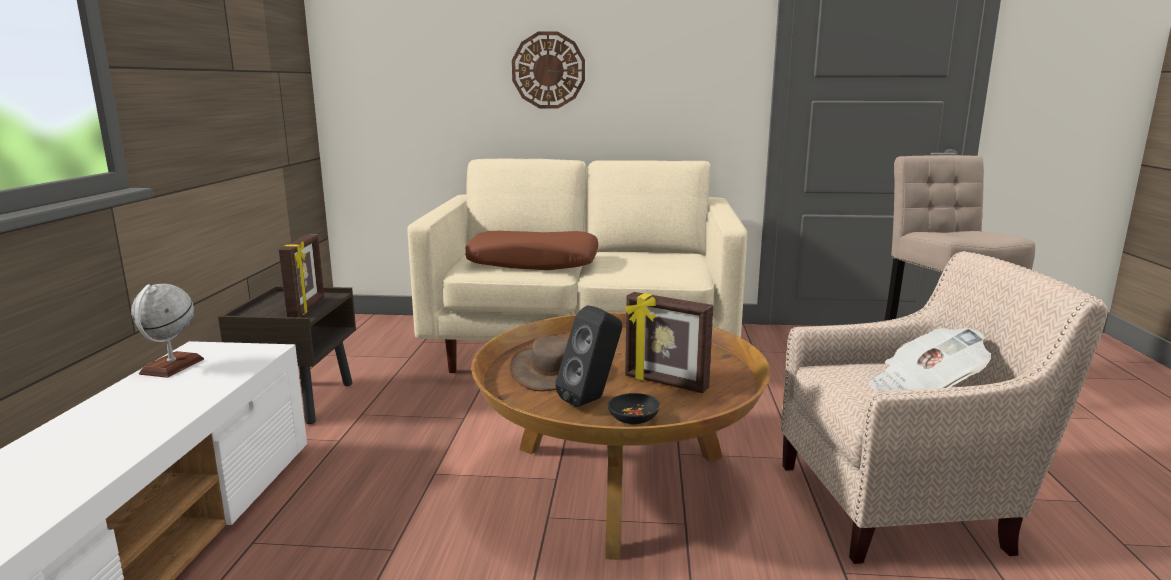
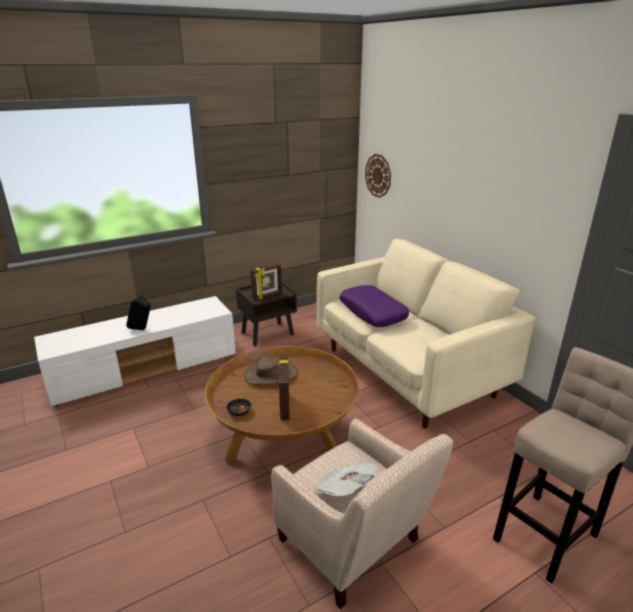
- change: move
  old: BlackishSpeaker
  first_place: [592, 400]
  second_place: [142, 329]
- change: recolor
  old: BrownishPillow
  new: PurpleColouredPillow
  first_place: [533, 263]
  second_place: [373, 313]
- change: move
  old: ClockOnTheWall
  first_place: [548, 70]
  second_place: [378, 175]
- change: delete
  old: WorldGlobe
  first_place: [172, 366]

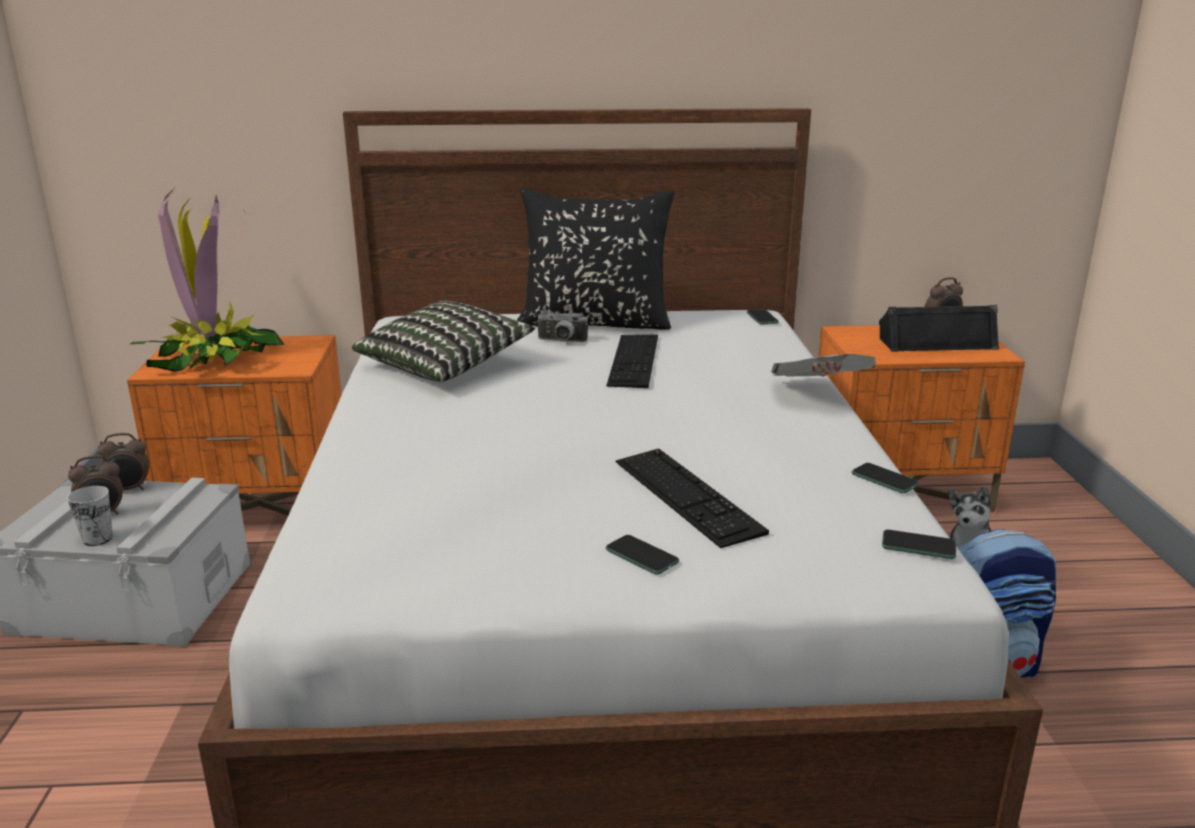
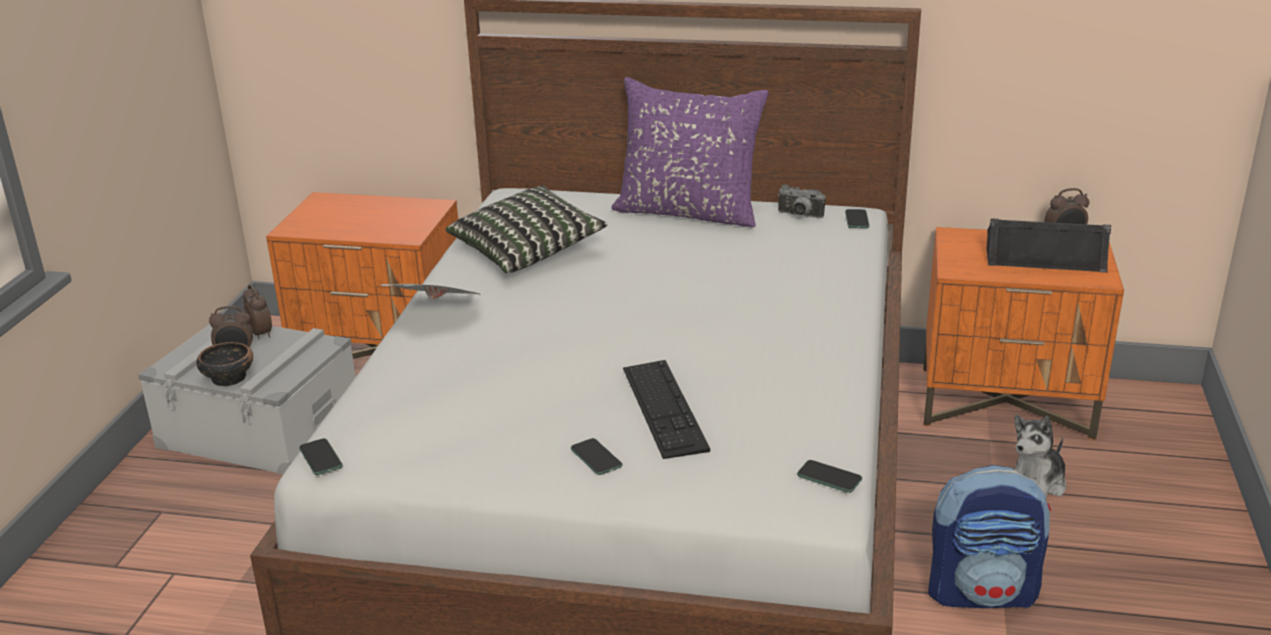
- change: replace
  old: SmallCup
  new: DeepDish
  first_place: [98, 539]
  second_place: [228, 378]
- change: rotate
  old: AlarmClock
  first_place: [129, 489]
  second_place: [261, 334]
  degrees: -120
- change: move
  old: Phone
  first_place: [884, 479]
  second_place: [320, 458]
- change: move
  old: Newspaper
  first_place: [819, 394]
  second_place: [438, 313]
- change: recolor
  old: BlackishPillow
  new: PurpleColouredPillow
  first_place: [595, 322]
  second_place: [688, 212]
- change: move
  old: StillCamera
  first_place: [561, 341]
  second_place: [799, 216]
- change: delete
  old: PottedPlant
  first_place: [214, 358]
- change: delete
  old: PcKeyboard
  first_place: [633, 360]

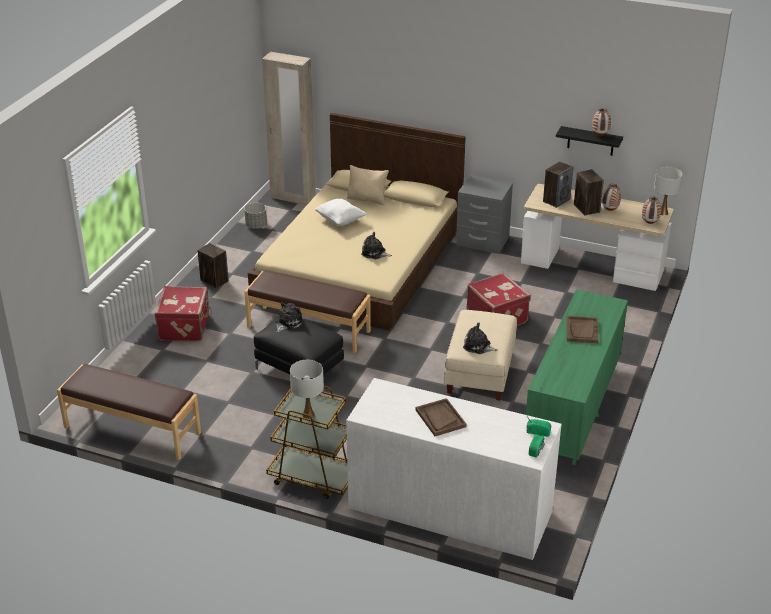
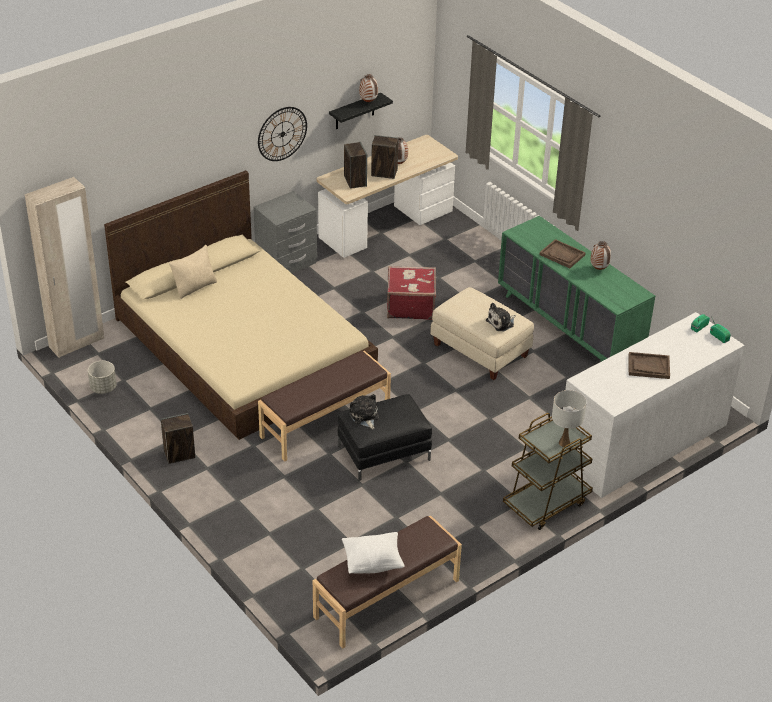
- change: insert
  new: ClockOnTheWall
  second_place: [282, 134]
- change: move
  old: WhitishPillow
  first_place: [340, 220]
  second_place: [373, 562]
- change: move
  old: FlowerVase
  first_place: [649, 223]
  second_place: [598, 269]
- change: delete
  old: ReddishTravelCase
  first_place: [185, 327]
- change: delete
  old: PlushToy
  first_place: [374, 253]
- change: delete
  old: WhitishTabletopLamp
  first_place: [663, 213]

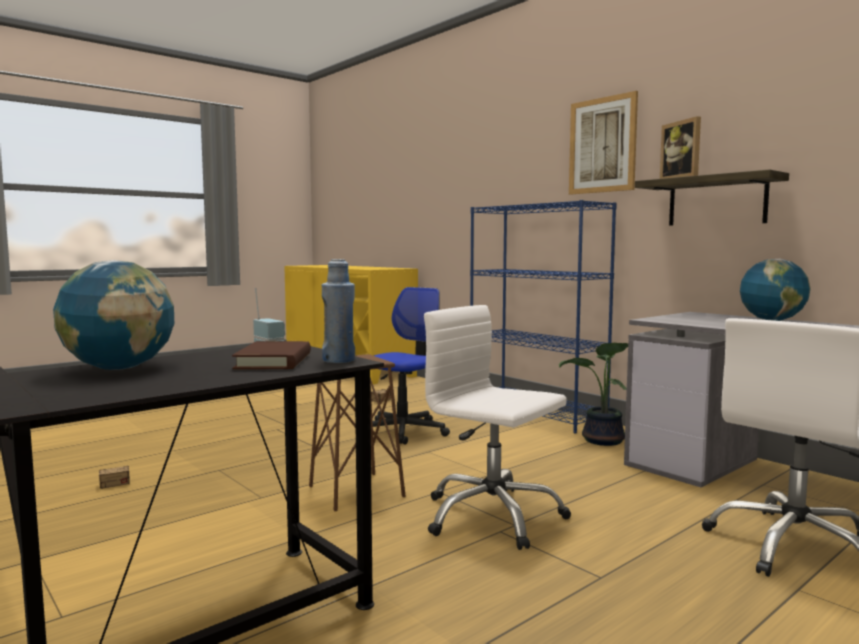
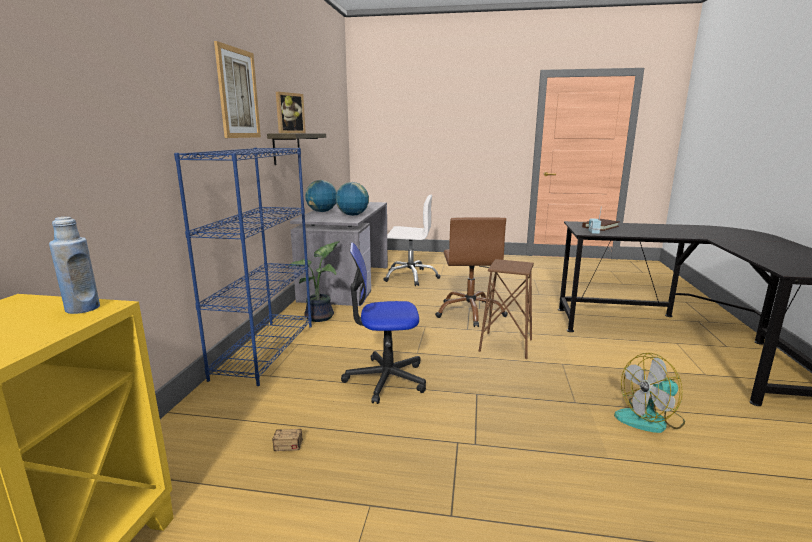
- change: move
  old: BlueColouredBeverageBottle
  first_place: [339, 360]
  second_place: [82, 308]
- change: move
  old: WorldGlobe
  first_place: [119, 368]
  second_place: [352, 215]
- change: recolor
  old: WhitishComputerChair
  new: BrownishComputerChair
  first_place: [492, 516]
  second_place: [470, 312]
- change: replace
  old: StorageContainer
  new: Fan
  first_place: [134, 481]
  second_place: [650, 419]

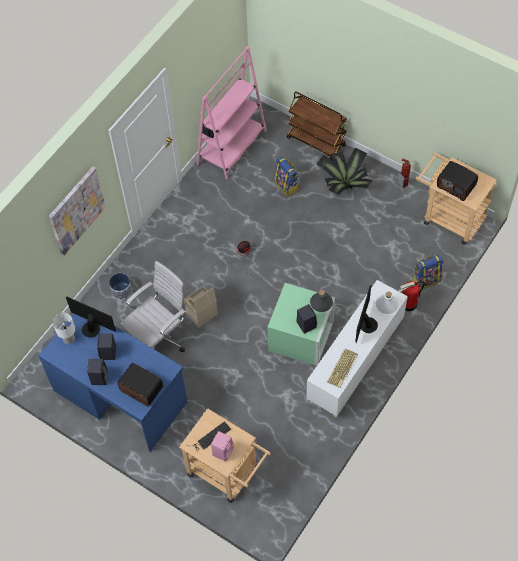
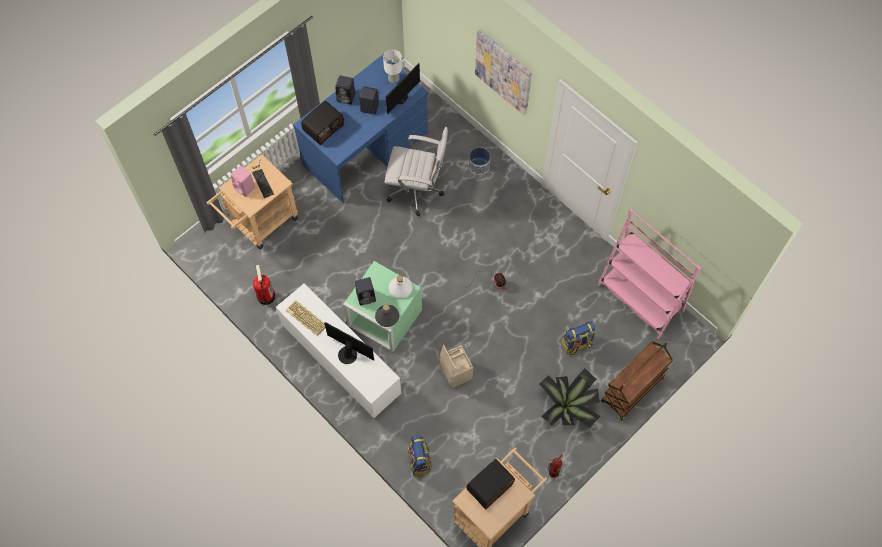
- change: move
  old: Extinguisher
  first_place: [408, 303]
  second_place: [265, 296]
- change: rotate
  old: WhitishComputerChair
  first_place: [160, 338]
  second_place: [417, 191]
  degrees: -45
- change: move
  old: WhitishBeverageBottle
  first_place: [387, 304]
  second_place: [400, 288]
- change: move
  old: SandColouredStorageContainer
  first_place: [201, 314]
  second_place: [455, 372]

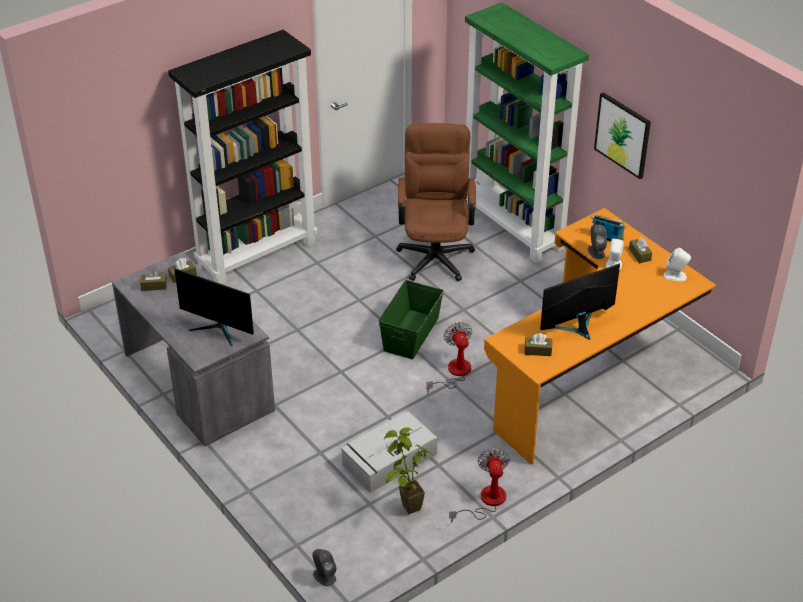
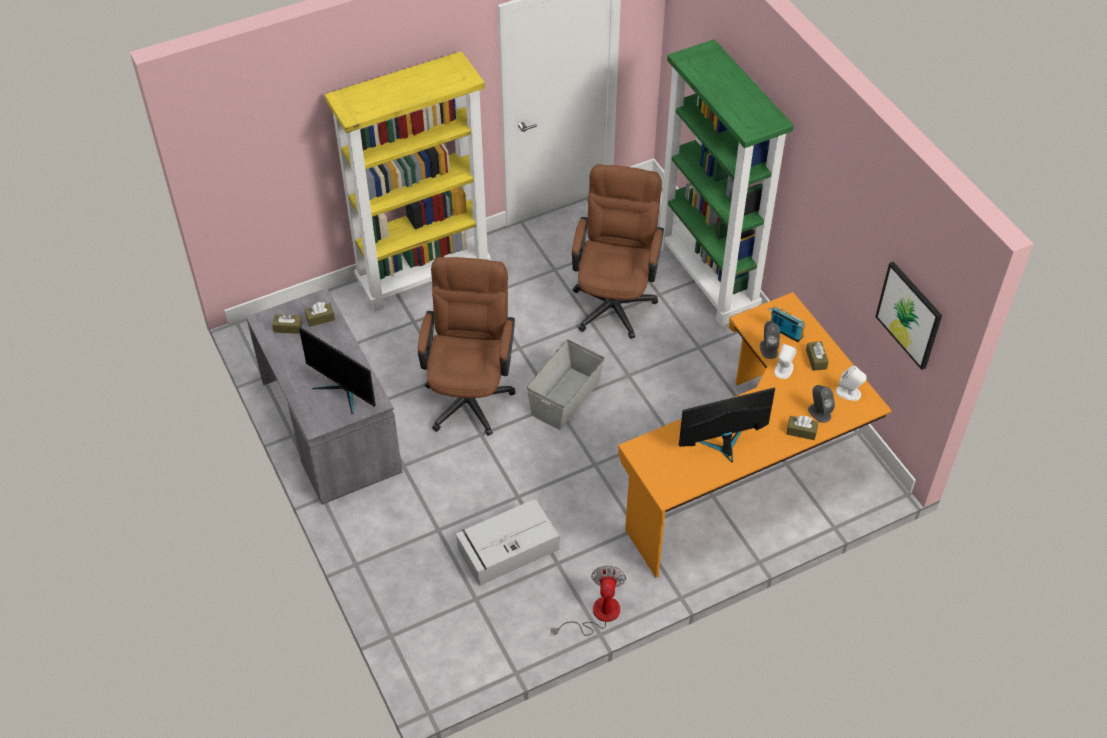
- change: recolor
  old: BlackishBookcase
  new: YellowColouredBookcase
  first_place: [257, 254]
  second_place: [424, 276]
- change: insert
  new: BrownishComputerChair
  second_place: [470, 392]
- change: recolor
  old: GreenColouredStorageContainer
  new: GreyStorageContainer
  first_place: [410, 334]
  second_place: [564, 398]
- change: move
  old: BrownishBoxOfTissues
  first_place: [538, 350]
  second_place: [801, 431]
- change: move
  old: GreySpeaker
  first_place: [324, 576]
  second_place: [819, 412]
- change: move
  old: WallArt
  first_place: [623, 135]
  second_place: [909, 315]
- change: delete
  old: PottedPlant
  first_place: [404, 508]
- change: delete
  old: Fan
  first_place: [454, 373]

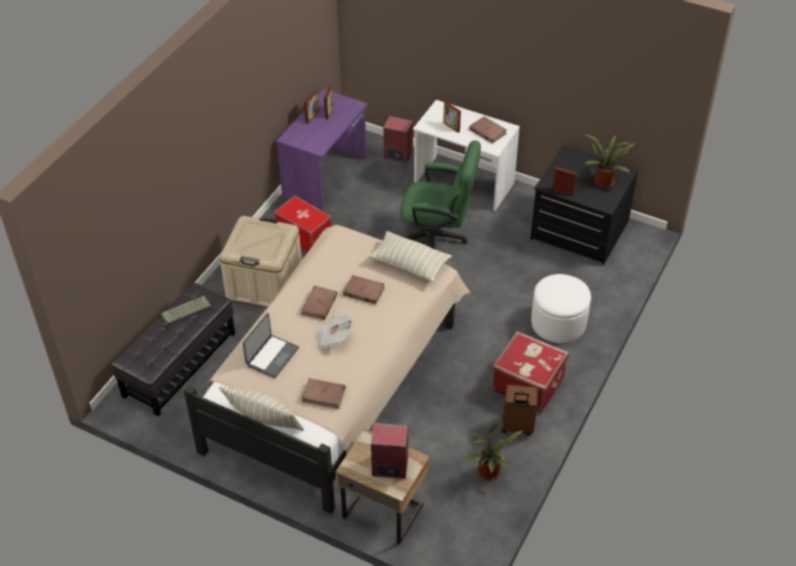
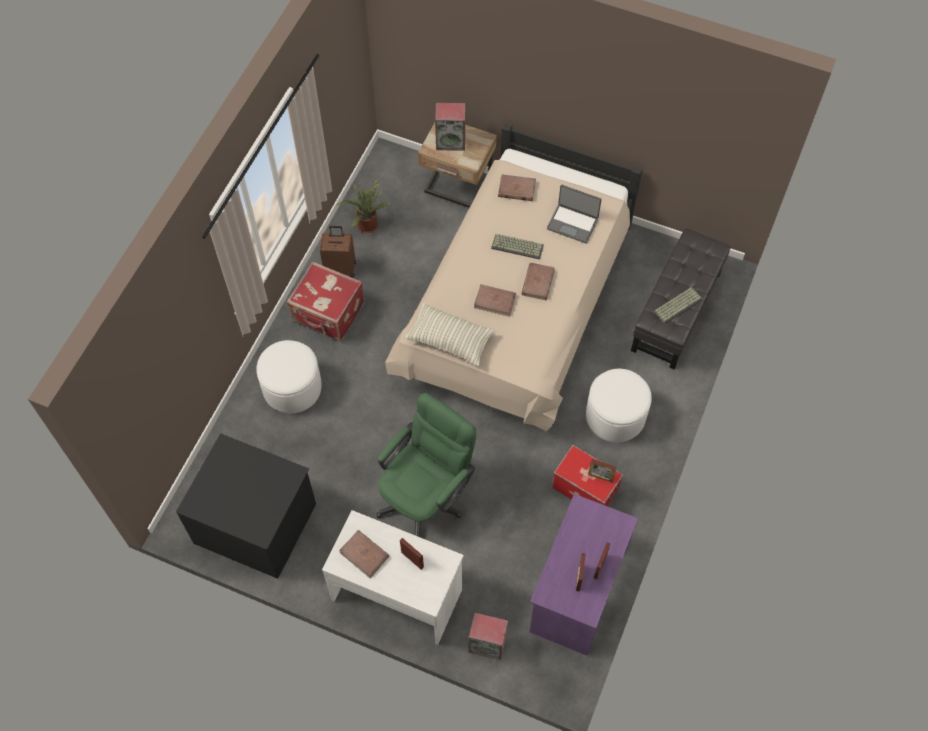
- change: rotate
  old: GreenColouredComputerChair
  first_place: [437, 238]
  second_place: [426, 496]
  degrees: 120
- change: replace
  old: Newspaper
  new: PcKeyboard
  first_place: [332, 338]
  second_place: [518, 246]
- change: rotate
  old: PortableComputer
  first_place: [271, 356]
  second_place: [572, 223]
  degrees: -90
- change: replace
  old: SandColouredStorageContainer
  new: WhitishPouffe
  first_place: [264, 284]
  second_place: [615, 416]
- change: move
  old: StandingFrame
  first_place: [563, 191]
  second_place: [600, 477]
- change: delete
  old: Pillow
  first_place: [263, 421]
- change: delete
  old: PottedPlant
  first_place: [605, 180]

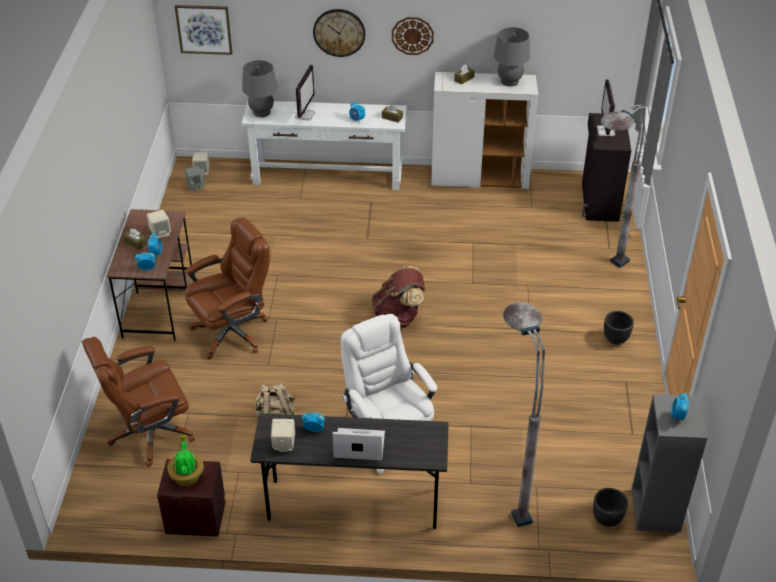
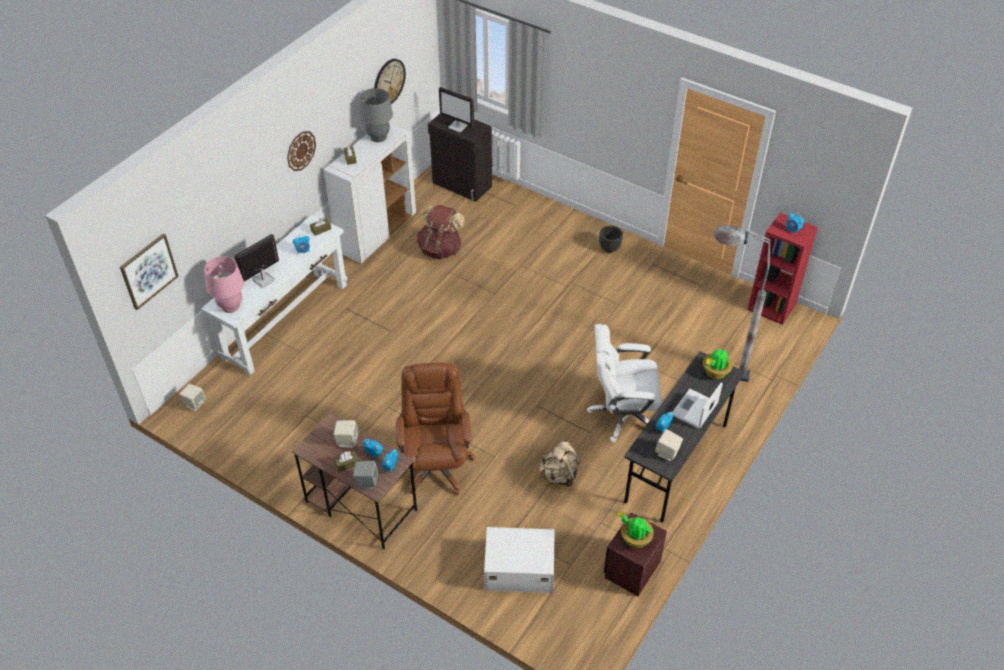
- change: recolor
  old: GreyTabletopLamp
  new: PinkColouredTabletopLamp
  first_place: [261, 112]
  second_place: [230, 306]
- change: rotate
  old: ComputerDisplay
  first_place: [304, 115]
  second_place: [263, 280]
  degrees: -90
- change: move
  old: GreySpeaker
  first_place: [196, 186]
  second_place: [366, 481]
- change: move
  old: ClockOnTheWall
  first_place: [339, 32]
  second_place: [388, 82]
- change: move
  old: BrownishRucksack
  first_place: [399, 317]
  second_place: [440, 249]
- change: replace
  old: BrownishComputerChair
  new: WhitishStorageContainer
  first_place: [149, 433]
  second_place: [518, 568]
- change: insert
  new: PottedPlant
  second_place: [715, 373]
- change: recolor
  old: GreyBookcase
  new: ReddishBookcase
  first_place: [656, 510]
  second_place: [772, 307]
- change: delete
  old: BlackishPlanter
  first_place: [607, 520]
- change: delete
  old: GreyFloorLamp
  first_place: [599, 274]

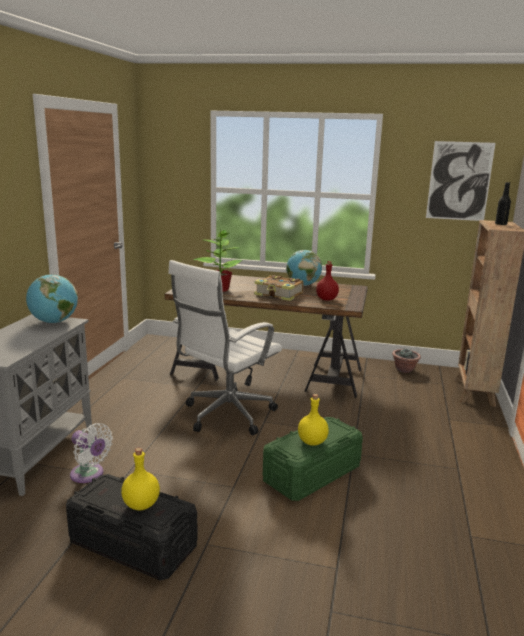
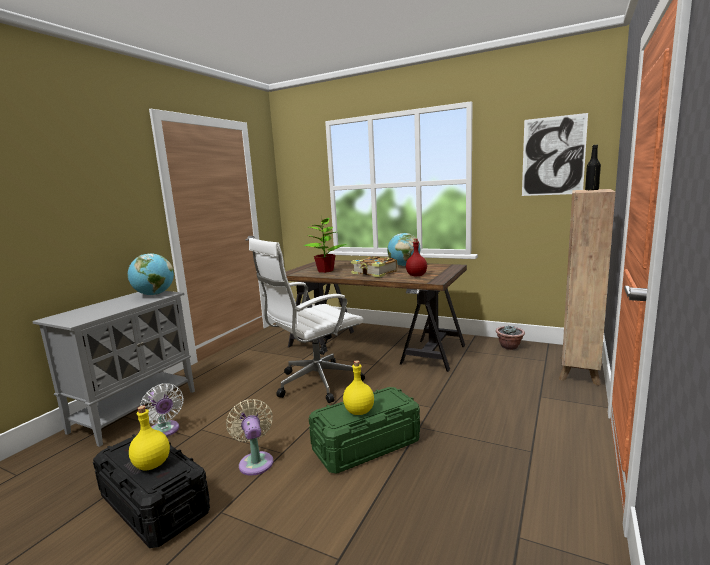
- change: insert
  new: SandColouredFan
  second_place: [255, 461]

